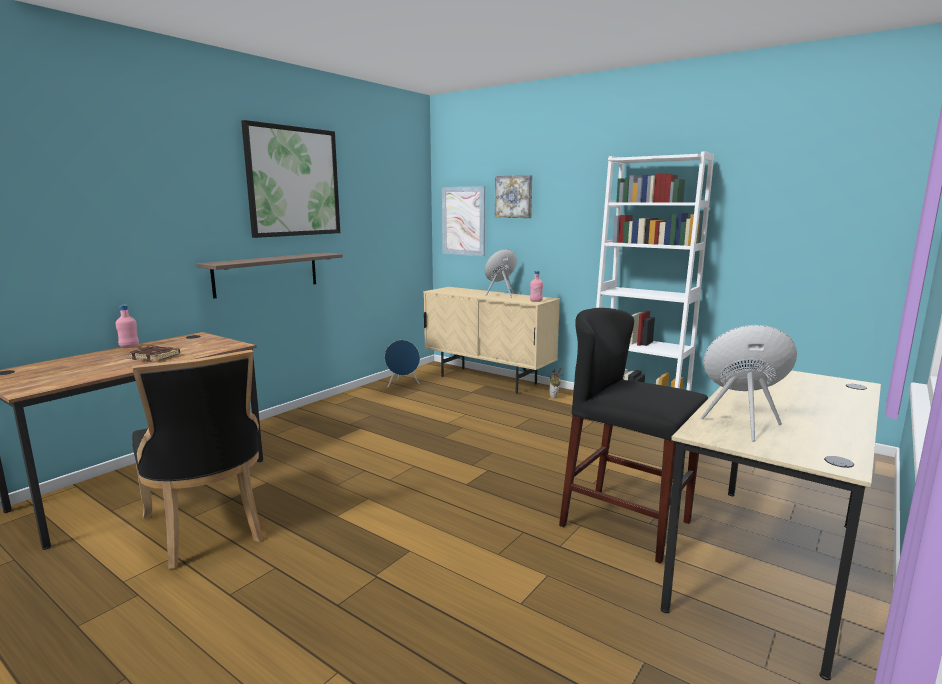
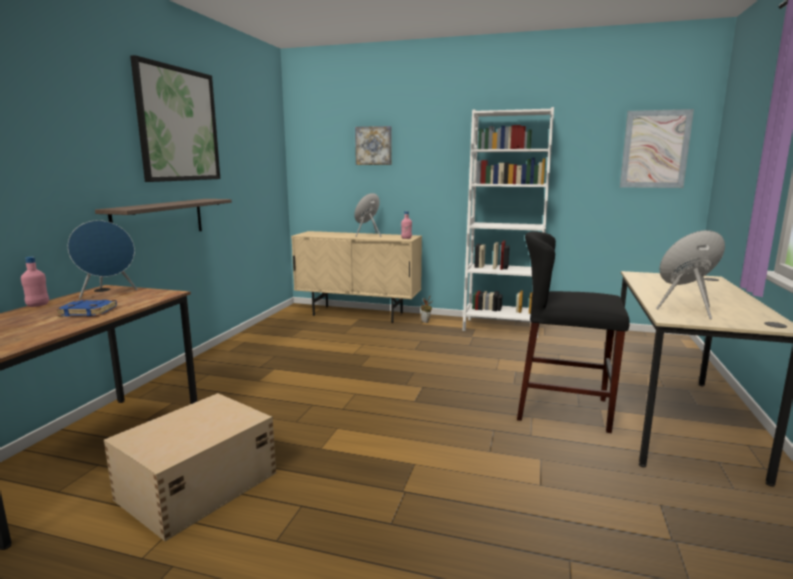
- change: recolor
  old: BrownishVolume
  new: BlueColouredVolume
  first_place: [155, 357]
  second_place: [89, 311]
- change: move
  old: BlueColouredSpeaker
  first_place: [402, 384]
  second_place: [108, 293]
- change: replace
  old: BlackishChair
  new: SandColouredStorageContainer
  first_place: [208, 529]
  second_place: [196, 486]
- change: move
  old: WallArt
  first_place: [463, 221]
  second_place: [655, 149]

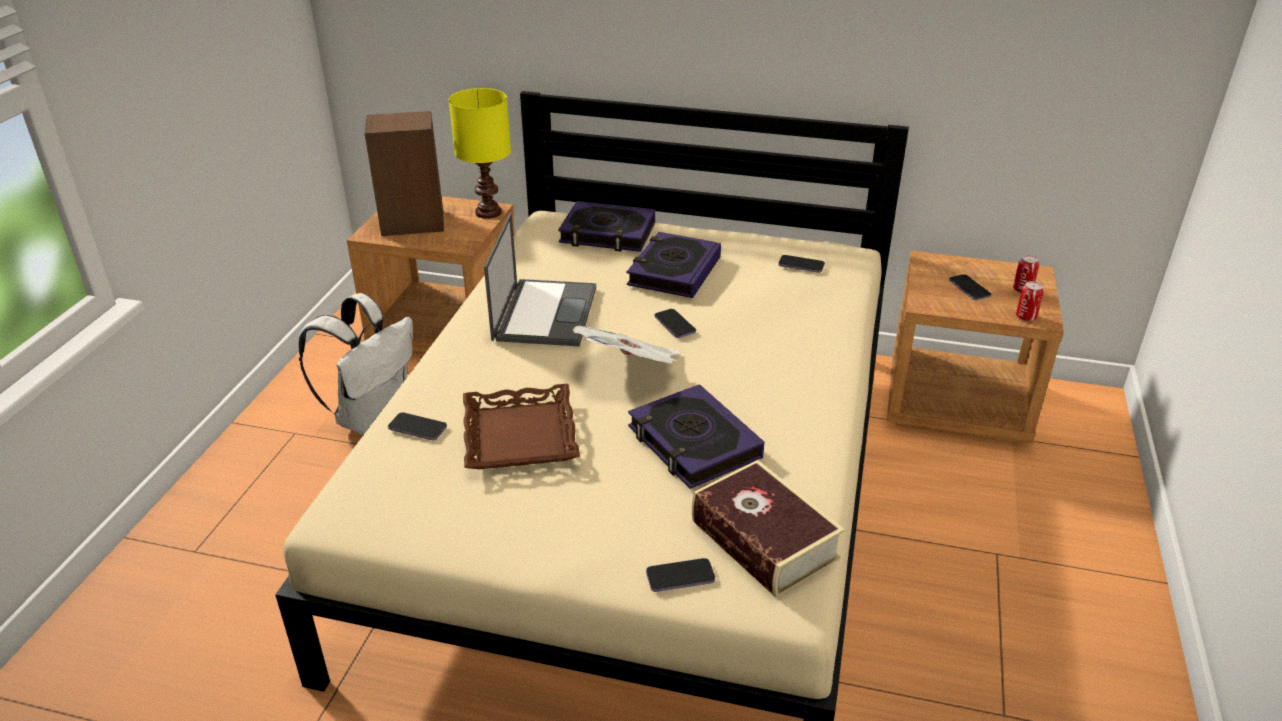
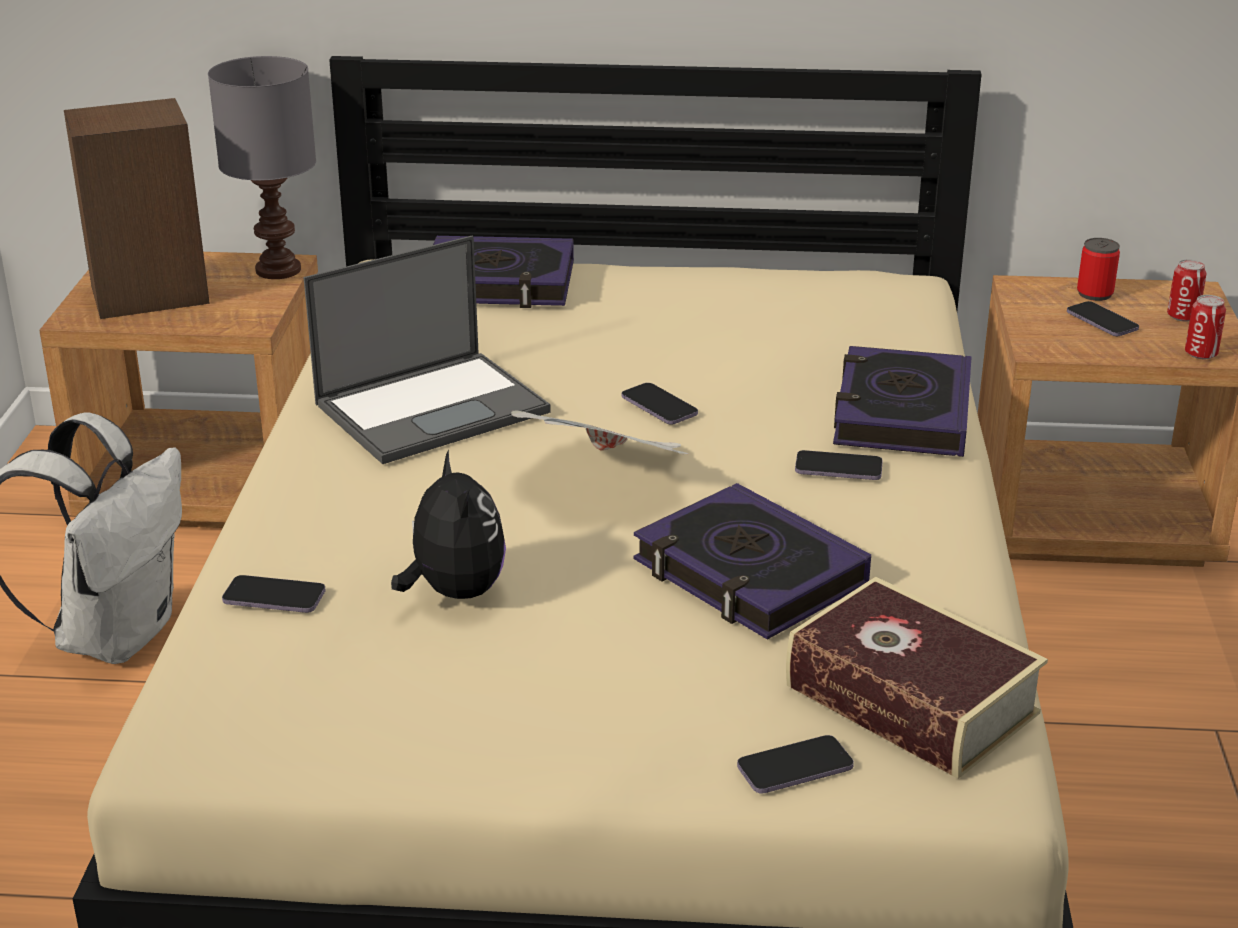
- change: recolor
  old: YellowColouredTabletopLamp
  new: GreyTabletopLamp
  first_place: [489, 212]
  second_place: [279, 269]
- change: rotate
  old: PortableComputer
  first_place: [545, 312]
  second_place: [434, 407]
  degrees: 60
- change: replace
  old: BrownishCarryingTray
  new: PlushToy
  first_place: [519, 435]
  second_place: [453, 591]
- change: move
  old: Phone
  first_place: [801, 265]
  second_place: [838, 469]
- change: move
  old: Volume
  first_place: [674, 271]
  second_place: [901, 414]
- change: insert
  new: MetalCan
  second_place: [1094, 294]

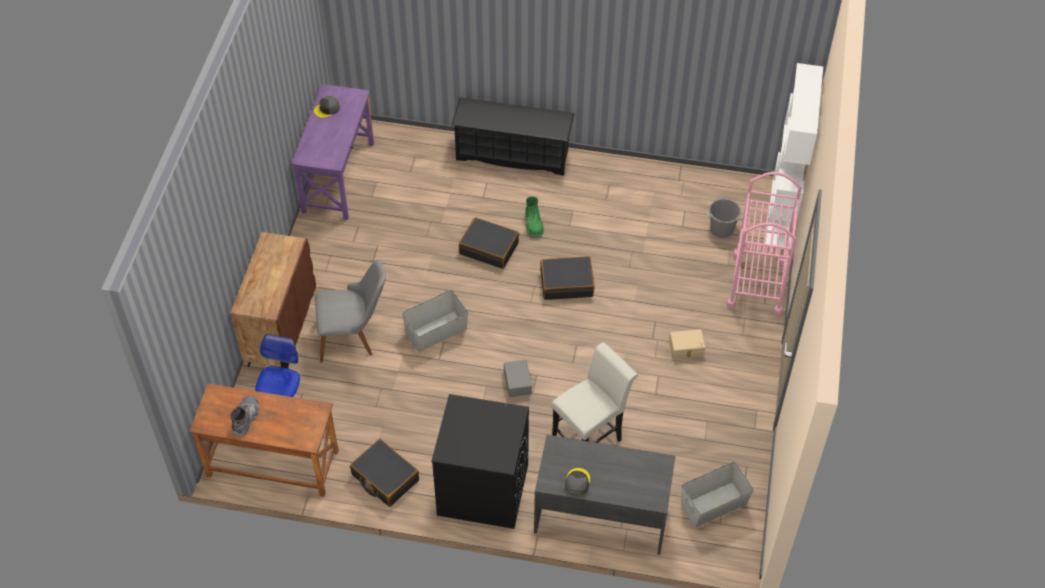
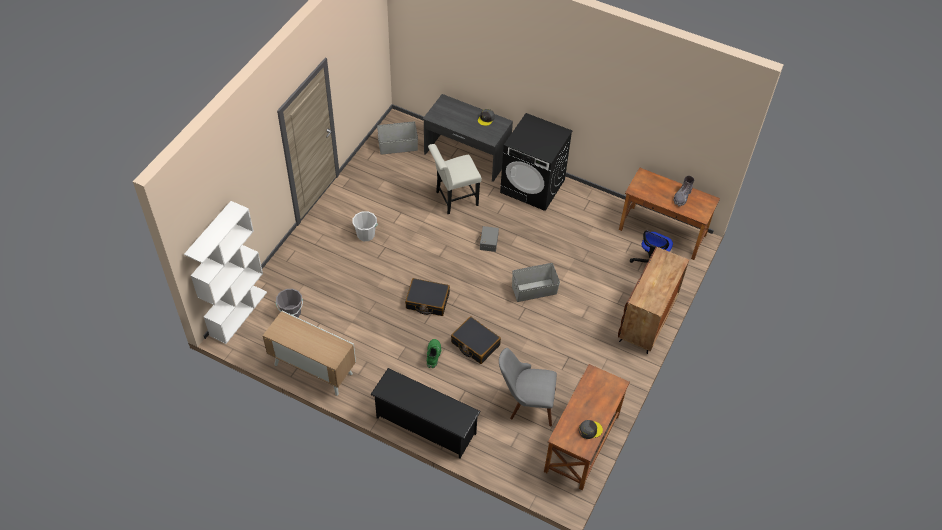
- change: insert
  new: Cabinet
  second_place: [312, 369]
- change: replace
  old: SandColouredStorageContainer
  new: WhitishBucket
  first_place: [686, 349]
  second_place: [366, 234]
- change: move
  old: GreyChair
  first_place: [353, 335]
  second_place: [525, 403]
- change: recolor
  old: PurpleColouredDeskTable
  new: BrownishDeskTable
  first_place: [338, 177]
  second_place: [582, 443]
- change: delete
  old: BlackishTravelCase
  first_place: [385, 478]
- change: delete
  old: PinkColouredTrolley
  first_place: [757, 283]

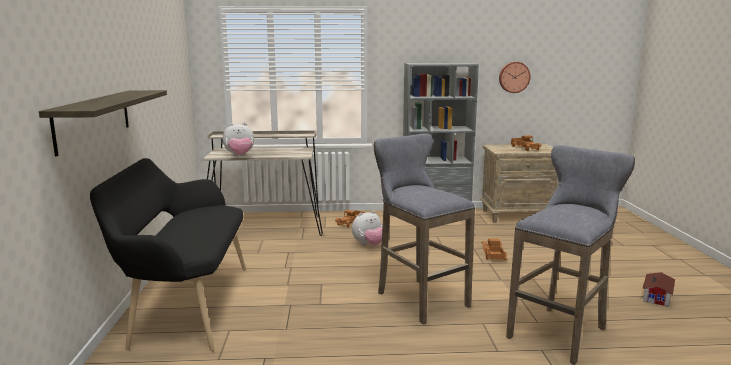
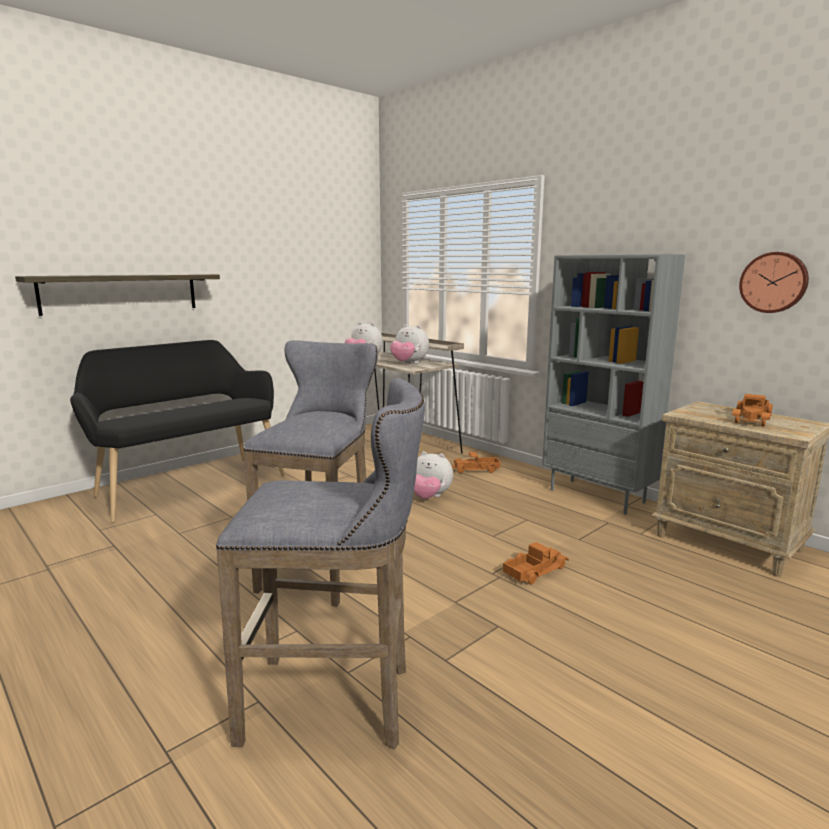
- change: insert
  new: PlushToy
  second_place: [409, 363]
- change: delete
  old: ToyHouse
  first_place: [658, 296]

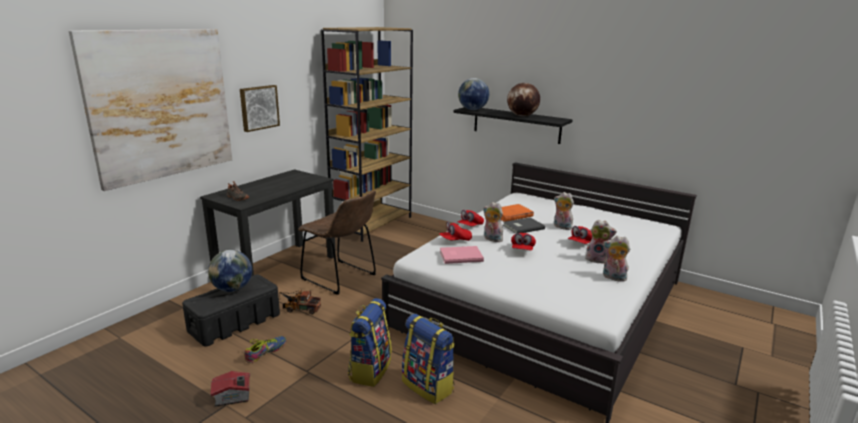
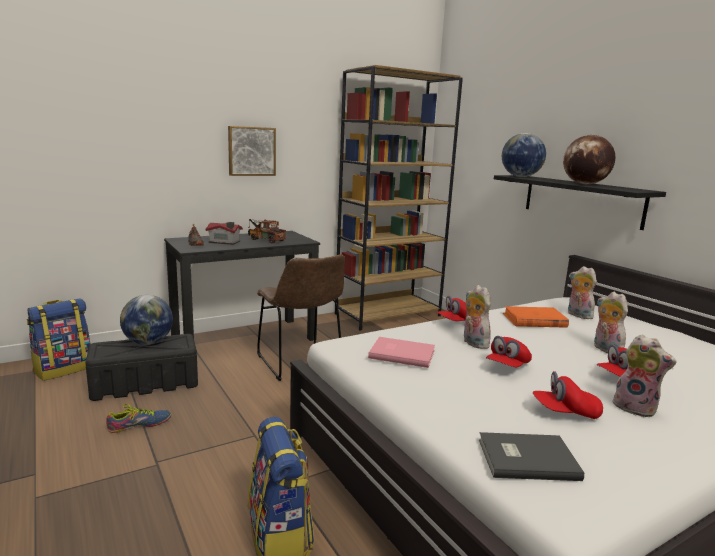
- change: move
  old: Rucksack
  first_place: [369, 370]
  second_place: [64, 369]
- change: move
  old: ToyHouse
  first_place: [233, 397]
  second_place: [225, 242]
- change: move
  old: ToyTruck
  first_place: [299, 309]
  second_place: [264, 239]
- change: move
  old: GreyVolume
  first_place: [522, 227]
  second_place: [525, 458]
- change: move
  old: ReddishBaseballCap
  first_place: [455, 240]
  second_place: [565, 412]
- change: move
  old: PlushToy
  first_place: [613, 278]
  second_place: [578, 315]
- change: delete
  old: WallArt
  first_place: [161, 104]

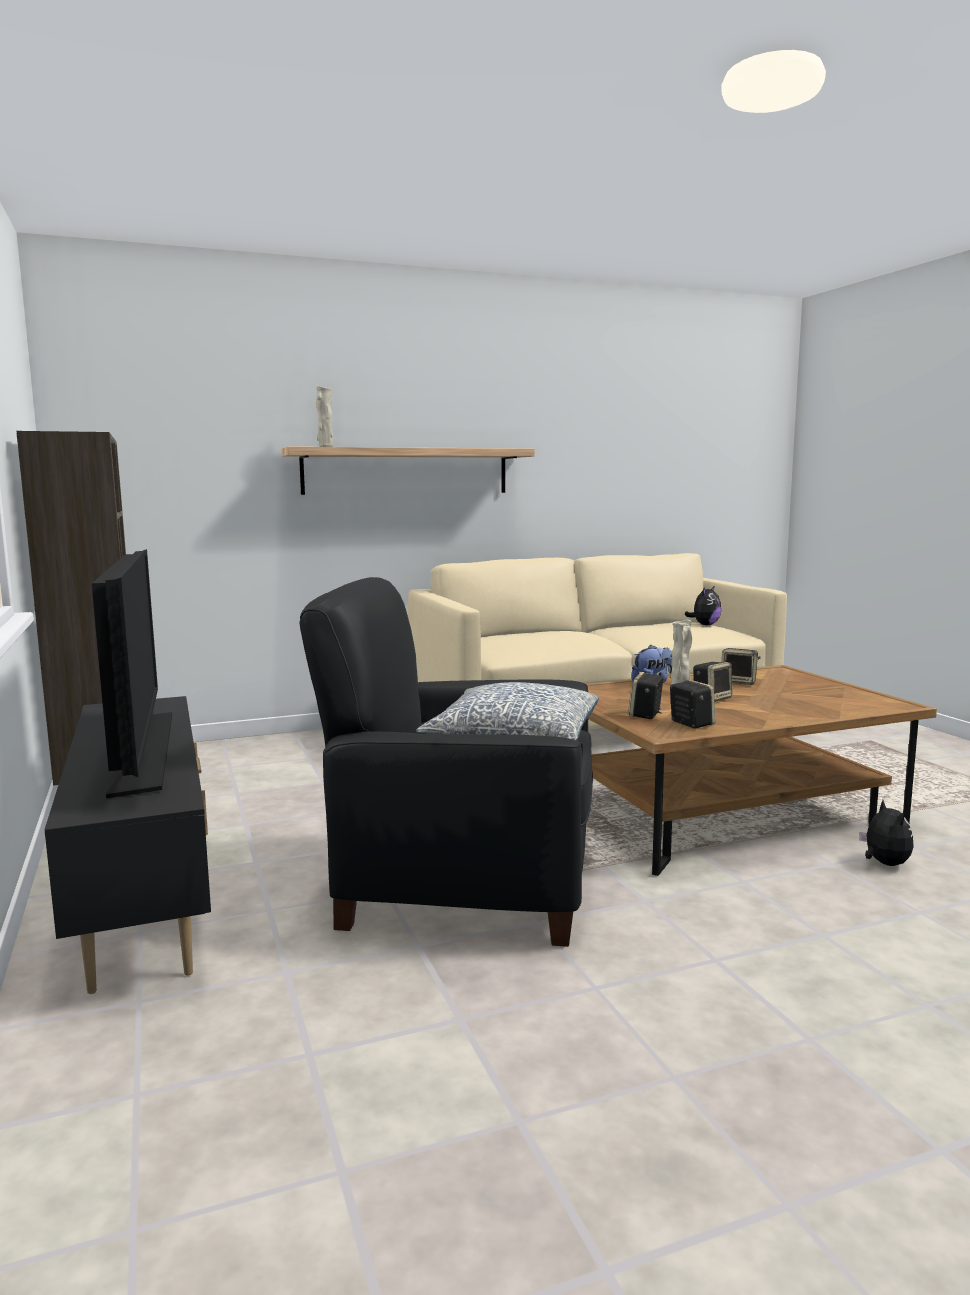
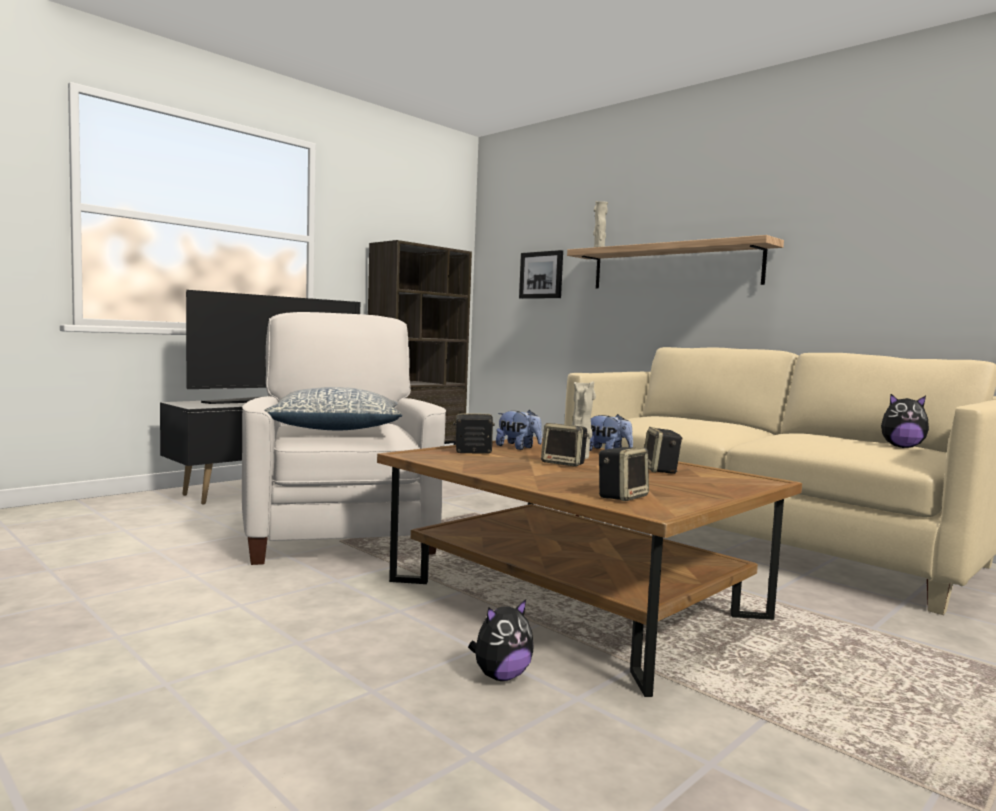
- change: recolor
  old: BlackishLoungeChair
  new: WhitishLoungeChair
  first_place: [465, 882]
  second_place: [340, 534]
- change: insert
  new: PlushToy
  second_place: [518, 448]
- change: insert
  new: WallArt
  second_place: [541, 275]
- change: move
  old: Speaker
  first_place: [690, 723]
  second_place: [622, 497]

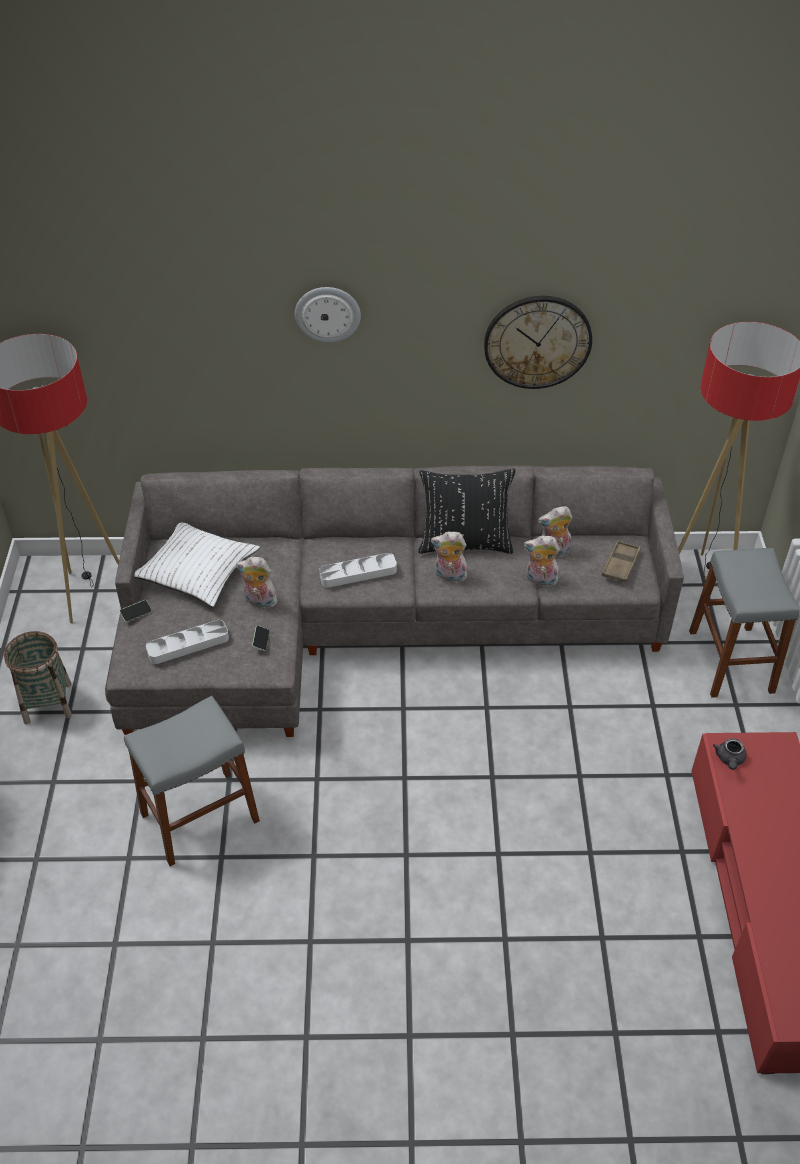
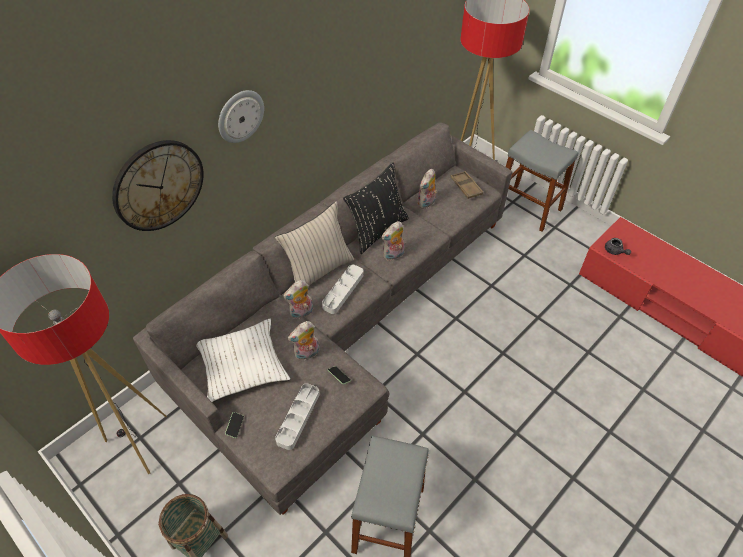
- change: move
  old: ClockOnTheWall
  first_place: [537, 341]
  second_place: [158, 185]
- change: insert
  new: SandColouredPillow
  second_place: [318, 270]
- change: move
  old: PlushToy
  first_place: [540, 581]
  second_place: [301, 313]

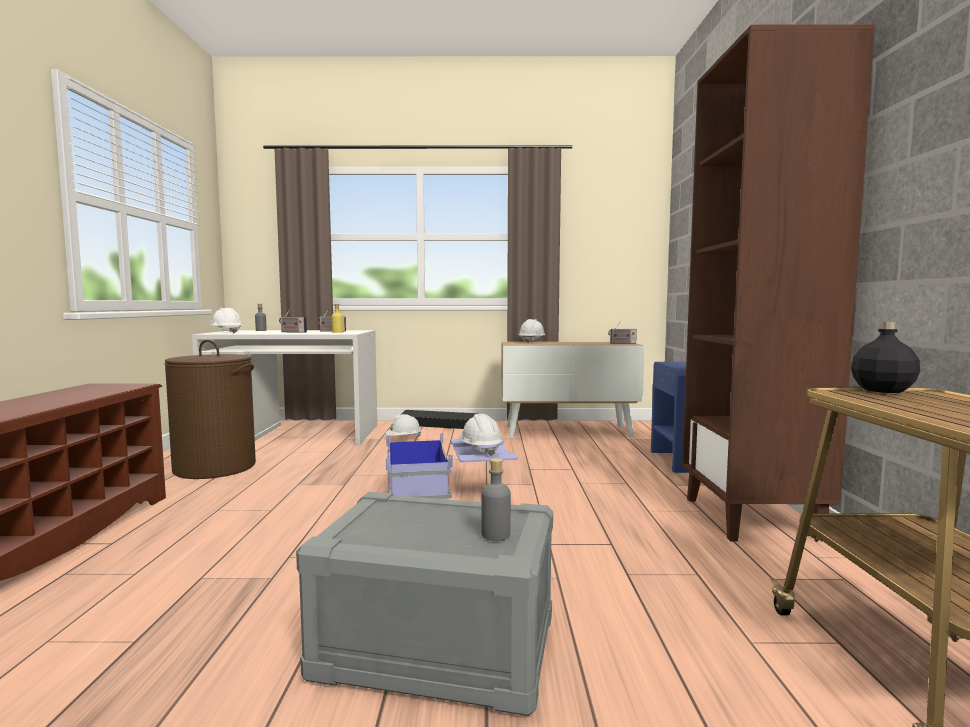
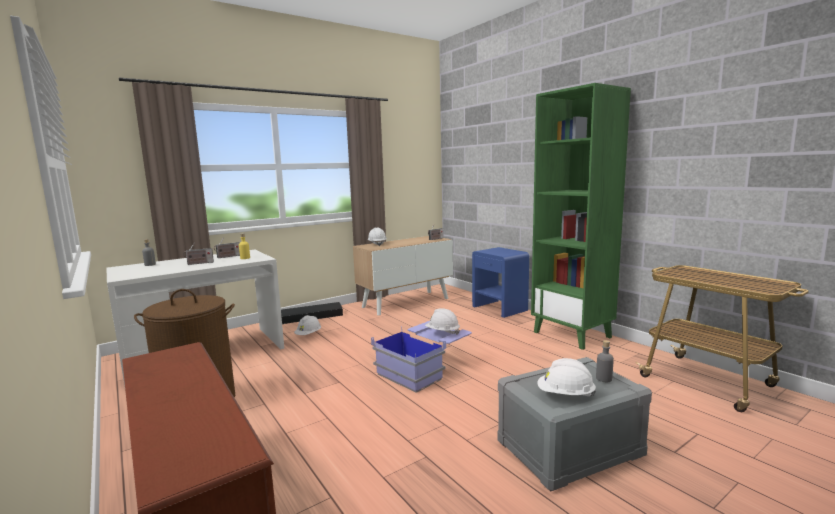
- change: recolor
  old: BrownishBookcase
  new: GreenColouredBookcase
  first_place: [752, 518]
  second_place: [572, 334]
- change: move
  old: WhitishHardHat
  first_place: [226, 333]
  second_place: [565, 395]
- change: delete
  old: BlackishBeverageBottle
  first_place: [883, 390]

